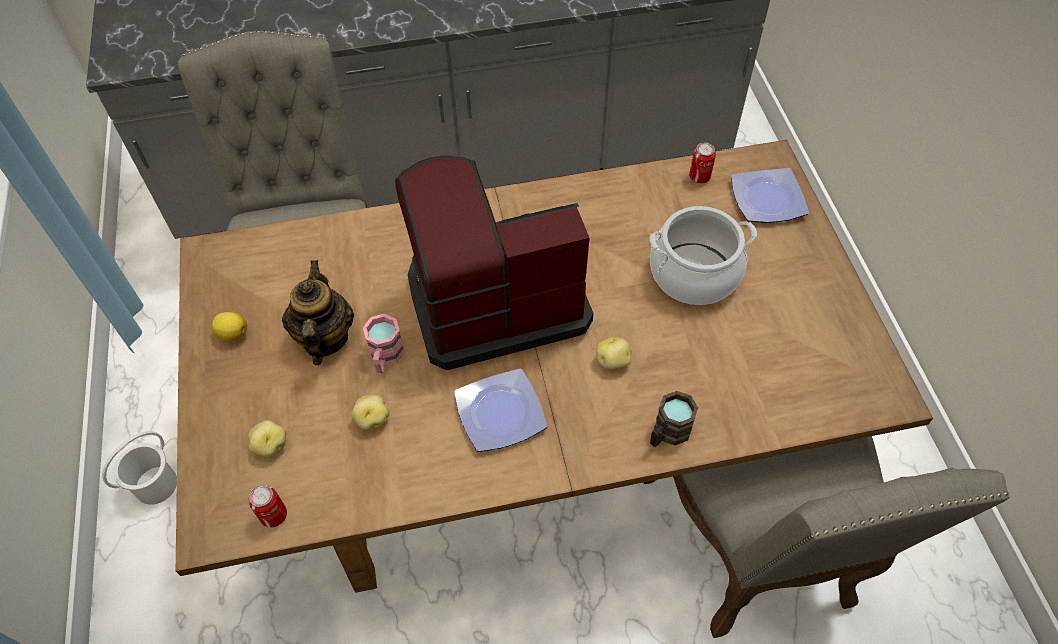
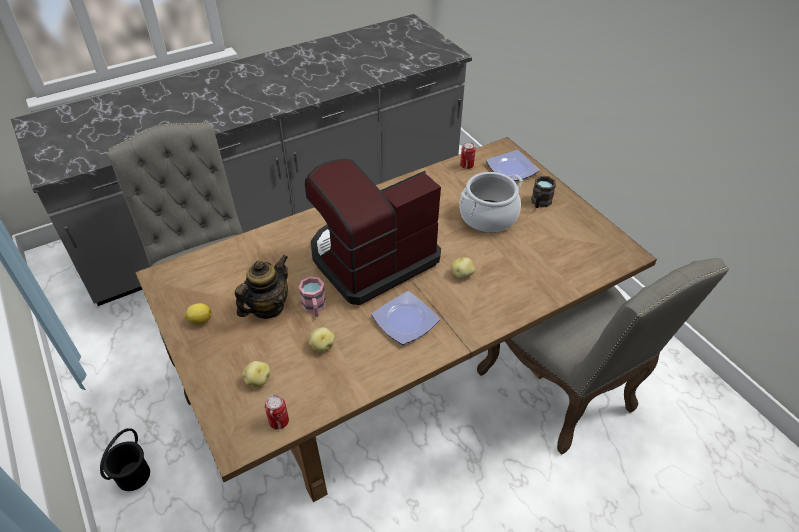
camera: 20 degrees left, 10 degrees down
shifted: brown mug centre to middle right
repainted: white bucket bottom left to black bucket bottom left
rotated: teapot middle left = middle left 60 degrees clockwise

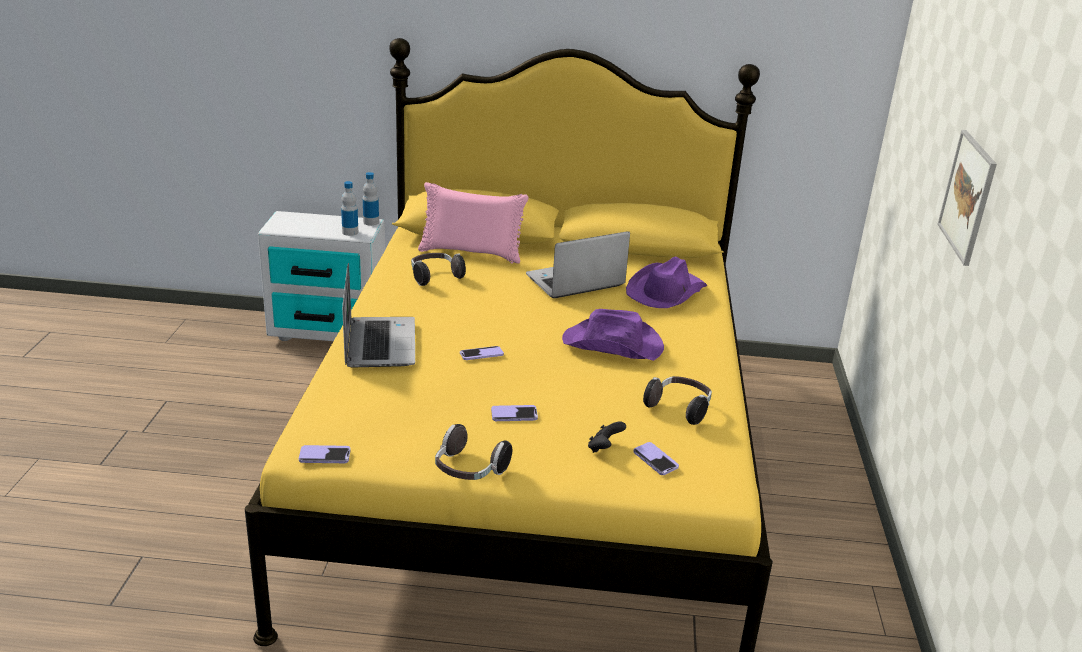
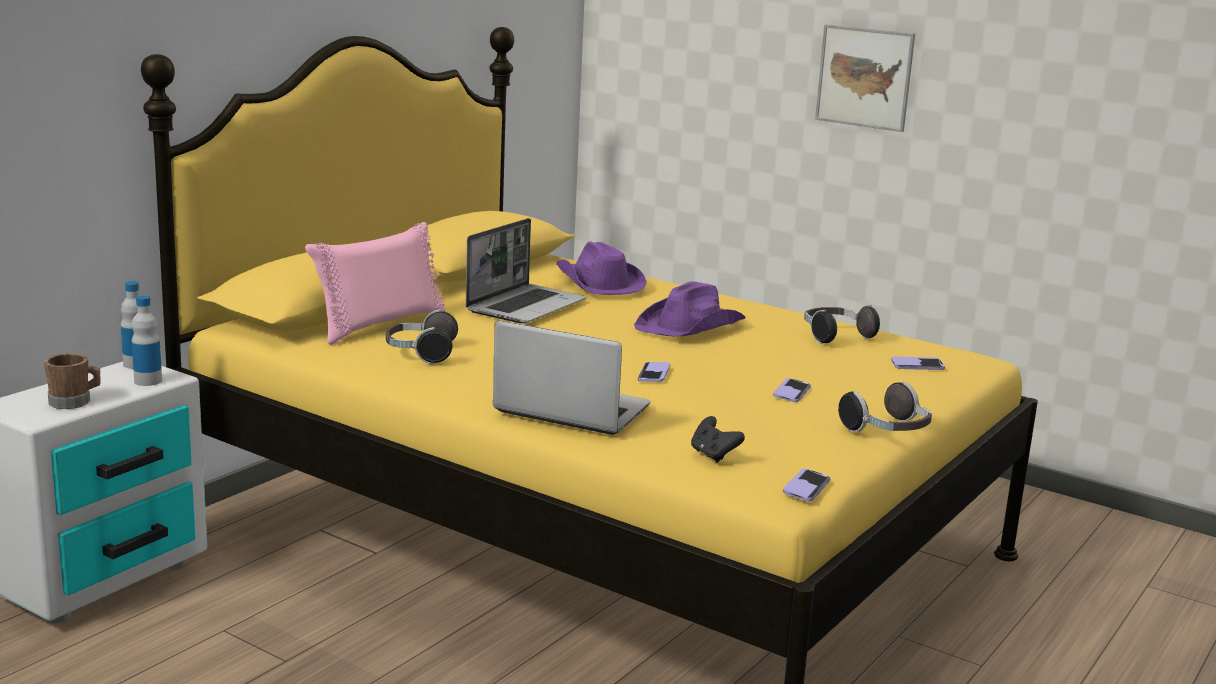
camera: 60 degrees left, 10 degrees down
new: brown mug middle left
shifted: black game controller bottom centre to centre
rotated: laptop (no. 2 from left in the first image) centre = centre 150 degrees counterclockwise

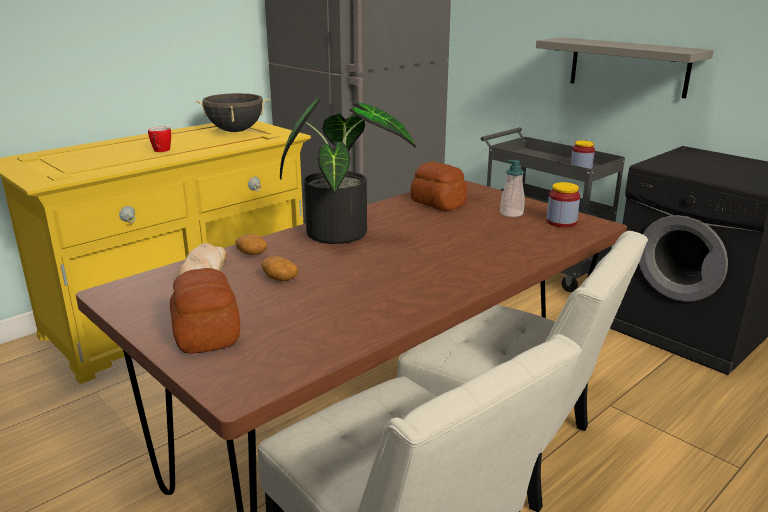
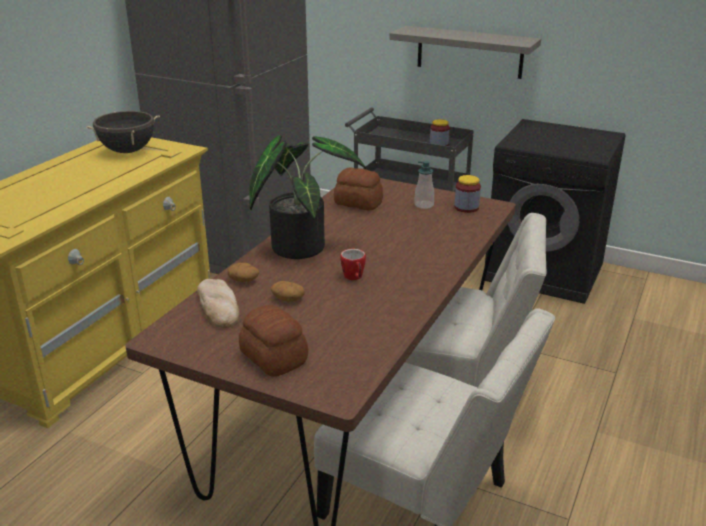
camera: 20 degrees left, 5 degrees up
shifted: mug top left to centre

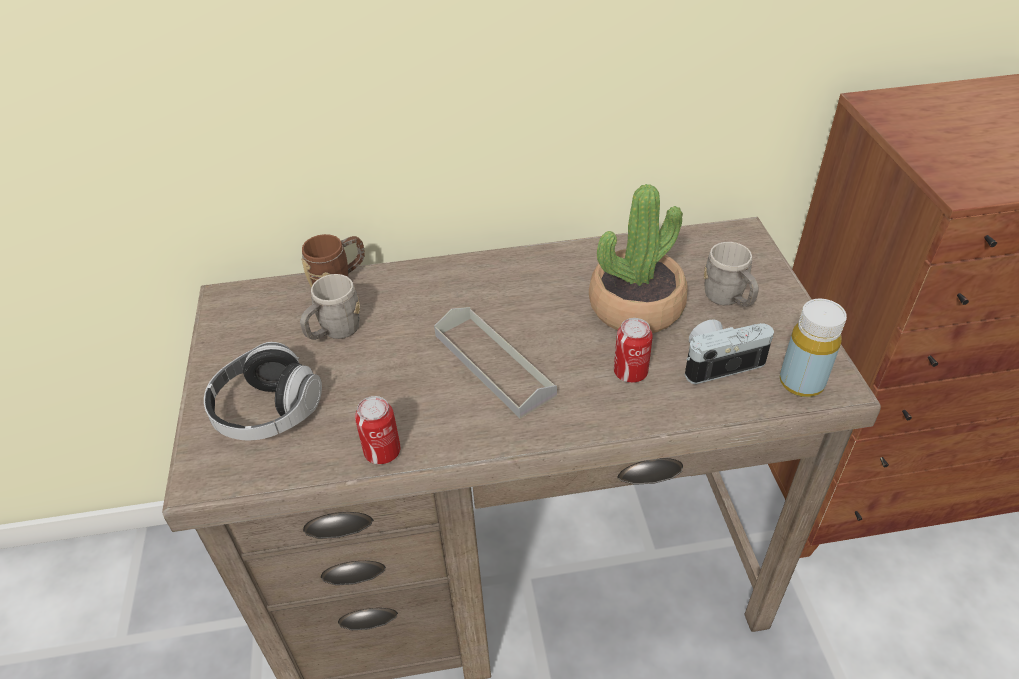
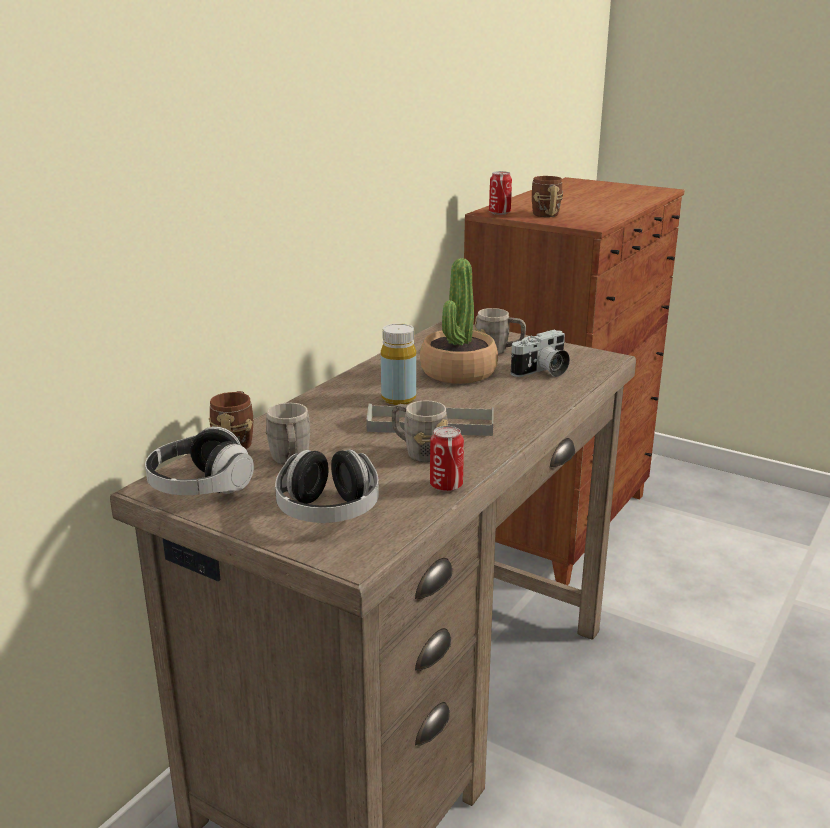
camera: 50 degrees left, 20 degrees down
new: headphones (no. 1 from left) middle left; grey mug (no. 2 from left) centre; brown mug (no. 2 from left) top centre
shifted: can (no. 2 from left) centre to top centre; yellow bottle middle right to centre
rotated: photo camera middle right = centre 150 degrees counterclockwise

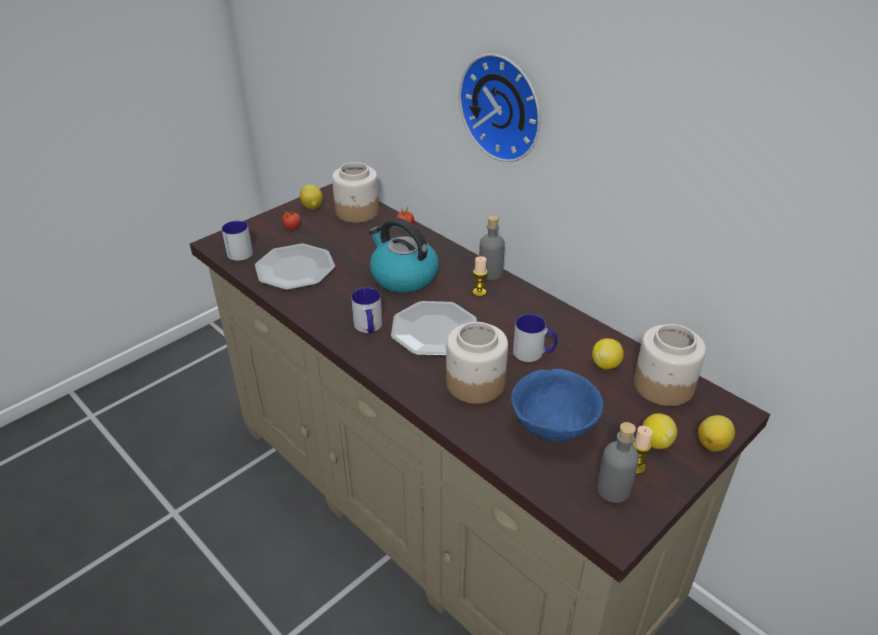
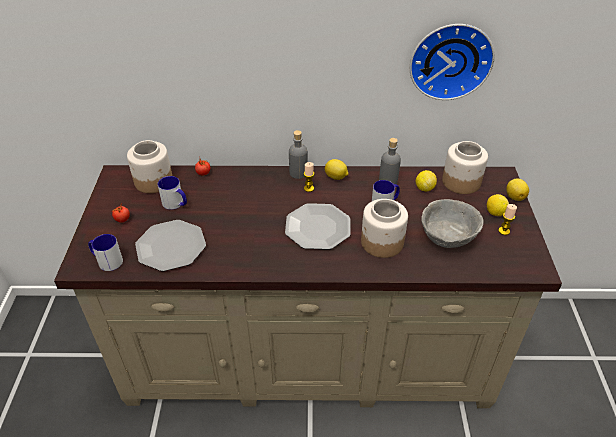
camera: 45 degrees left, 5 degrees up
gone: kettle centre
shifted: lemon (no. 1 from left) top centre to centre; mug (no. 2 from left) centre to middle left; wall clock top centre to top right; grey bottle (no. 2 from left) bottom right to centre
repainted: blue bowl centre to grey bowl middle right

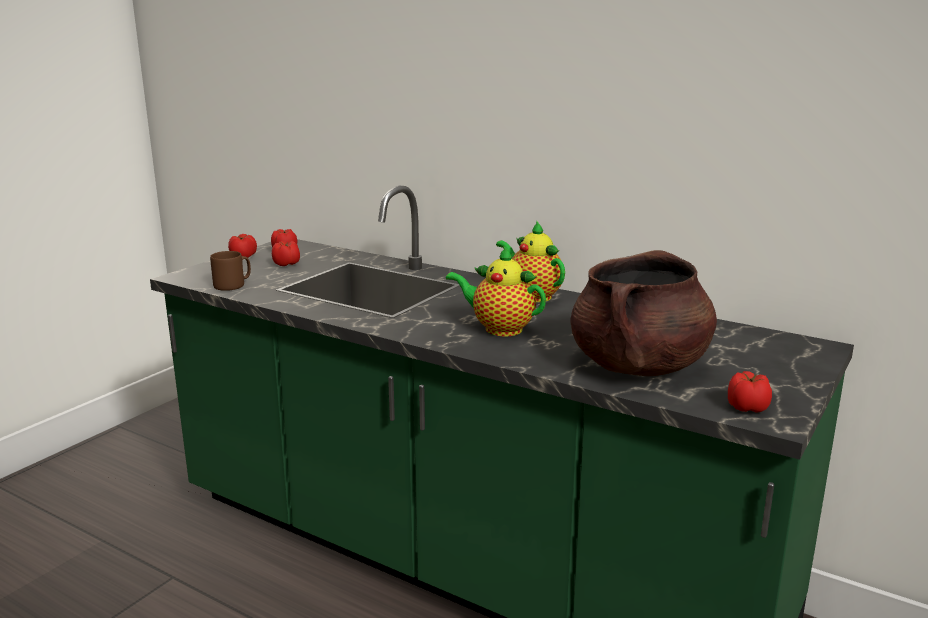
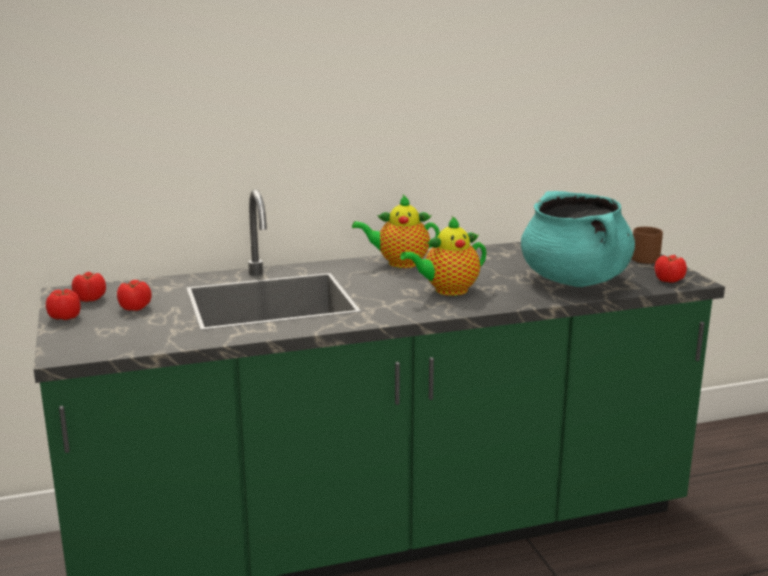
camera: 50 degrees left, 0 degrees up
shifted: brown mug middle left to middle right
repainted: brown cooking pot middle right to turquoise cooking pot middle right

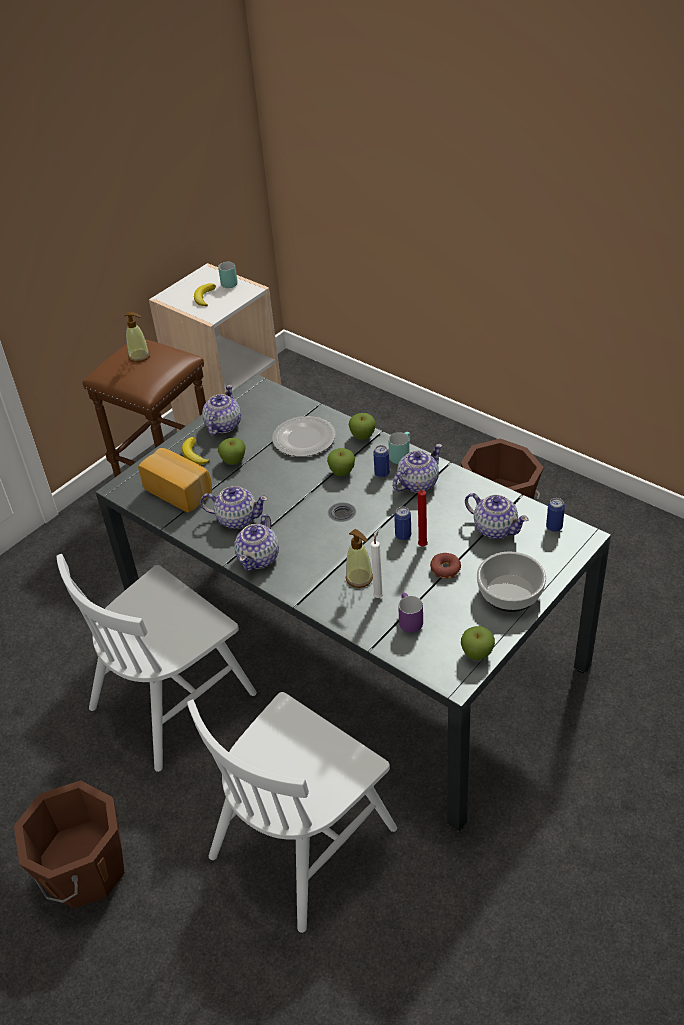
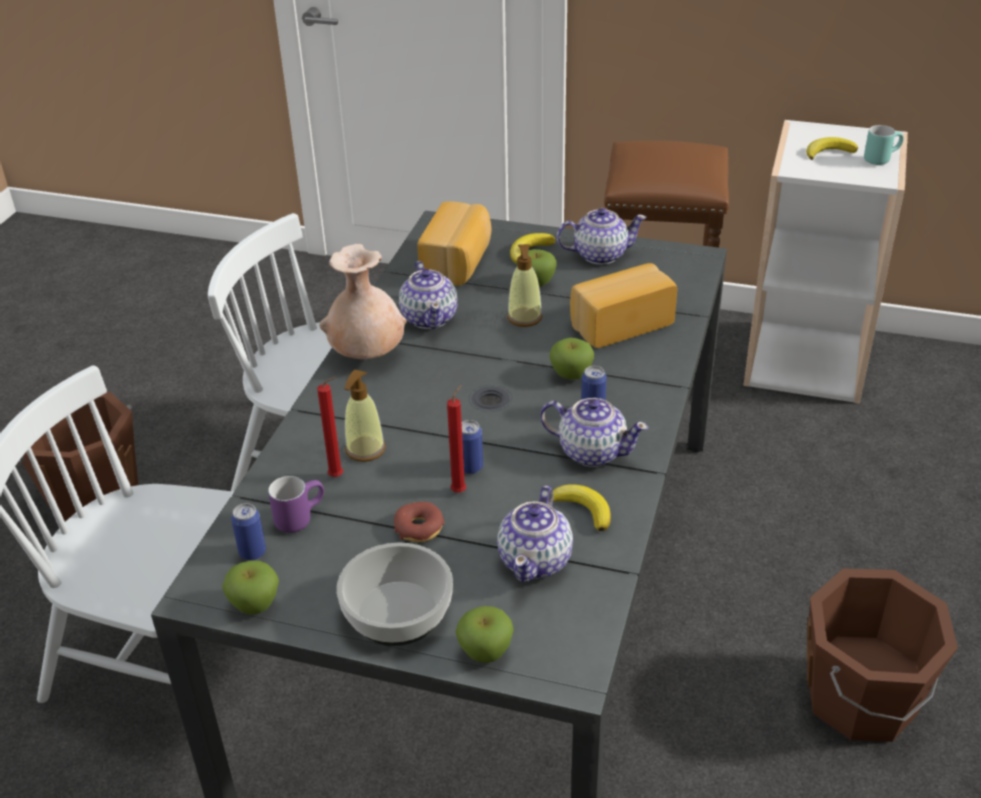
camera: 65 degrees right, 5 degrees down
gone: turquoise mug (no. 2 from left) centre
new: banana (no. 2 from left) centre
shifted: soap dispenser (no. 1 from left in the first image) top left to soap dispenser (no. 2 from left) centre; apple (no. 3 from left in the first image) centre to apple (no. 2 from left) bottom centre; can (no. 3 from left in the first image) middle right to can (no. 1 from left) bottom left
swapped: teapot (no. 3 from left) centre to beige vase centre; plate centre to bread (no. 2 from left) centre
repainted: white candle centre to red candle (no. 1 from left) centre

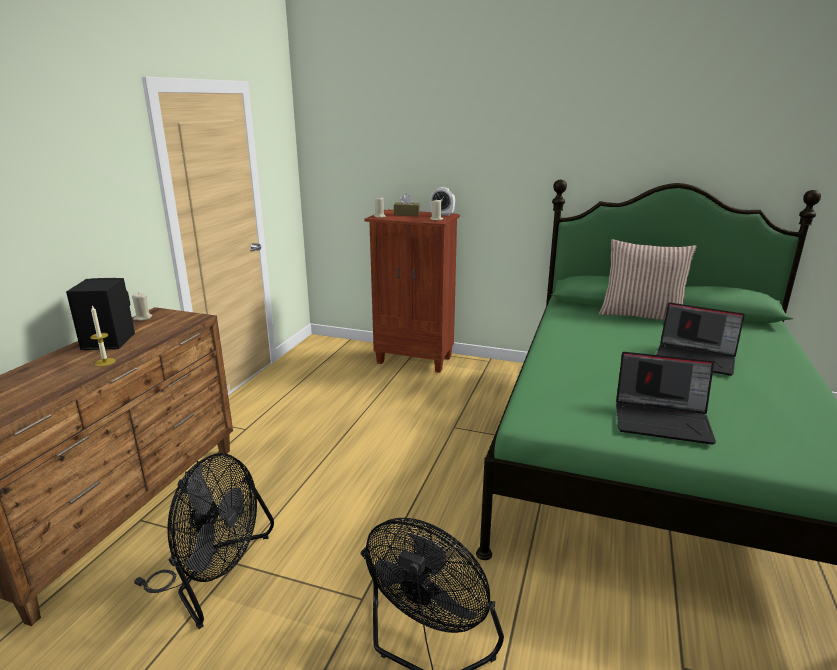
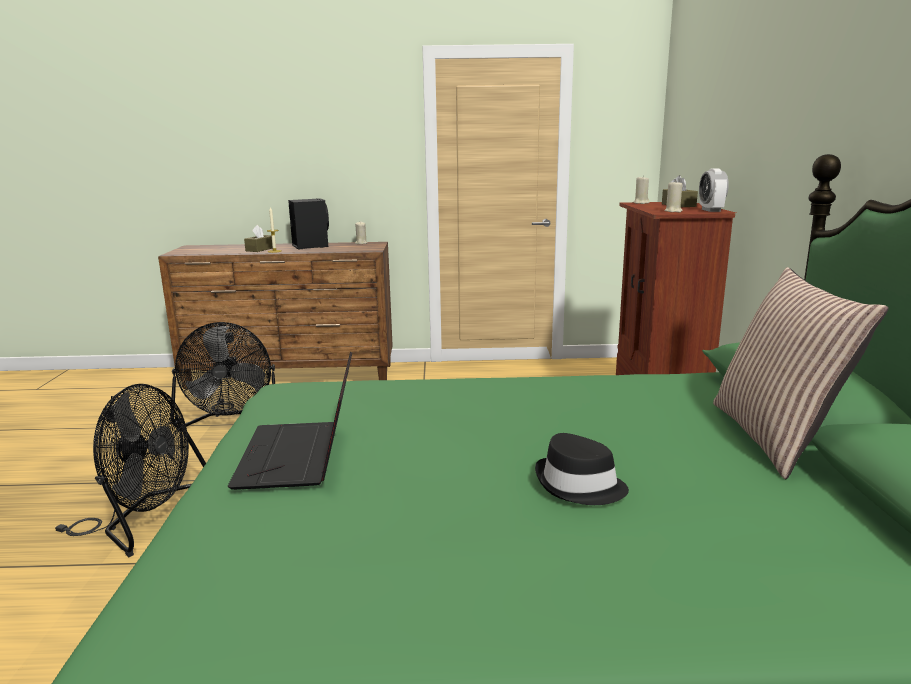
camera: 70 degrees right, 5 degrees down
new: brown tissue box (no. 1 from left) middle left
swapped: laptop (no. 2 from left) middle right to black hat bottom centre

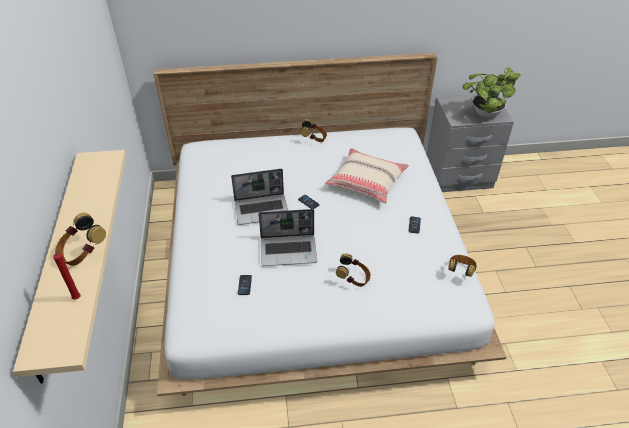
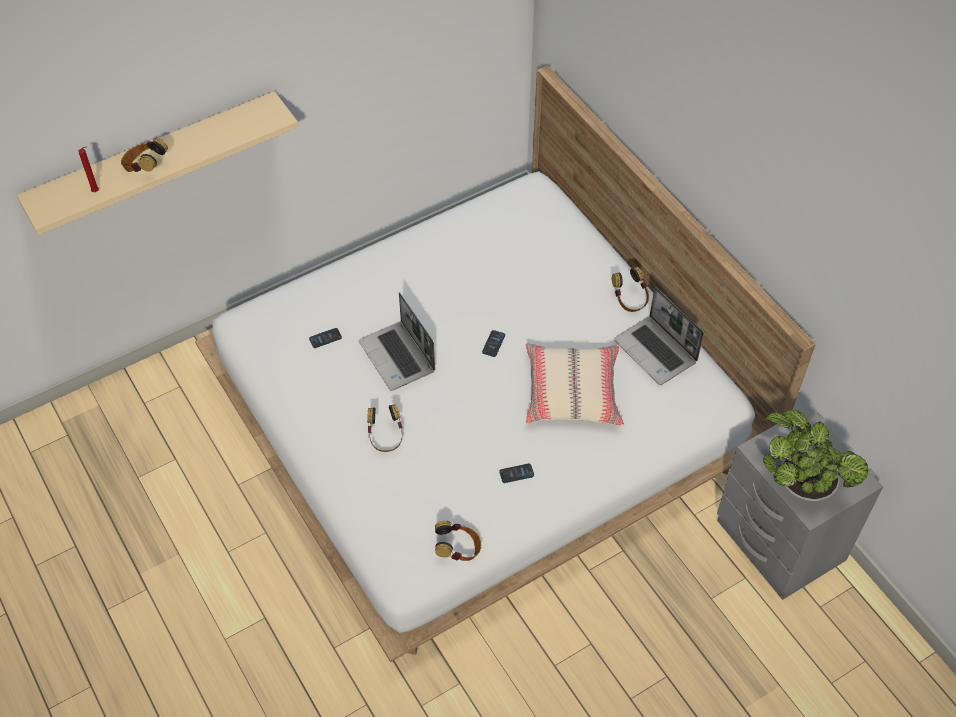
camera: 65 degrees right, 10 degrees up
shifted: laptop (no. 1 from left in the first image) centre to laptop (no. 2 from left) middle right

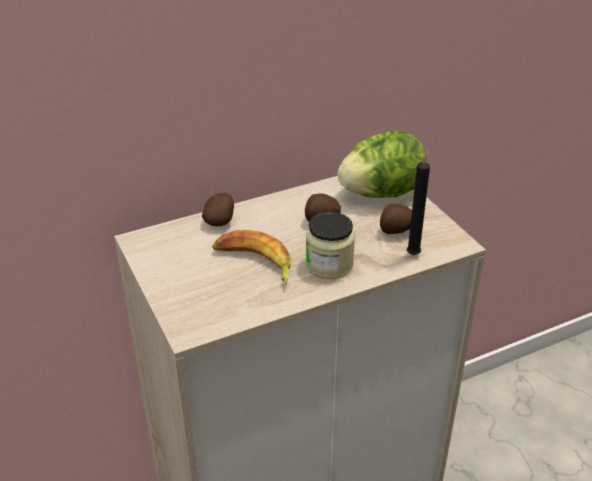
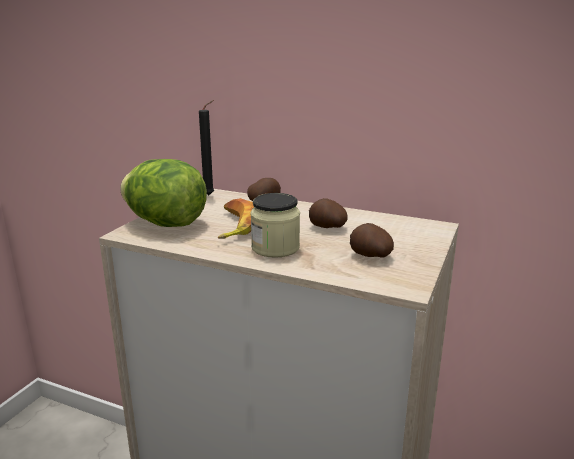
camera: 50 degrees right, 15 degrees down
shifted: lettuce centre to middle left; black candle middle right to top centre

